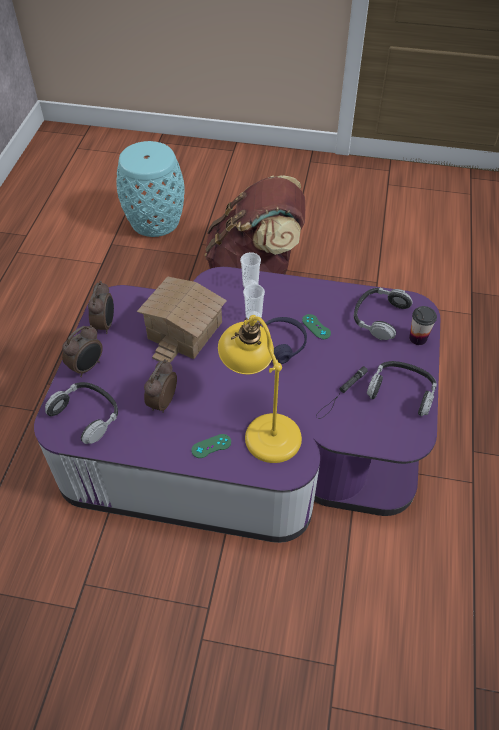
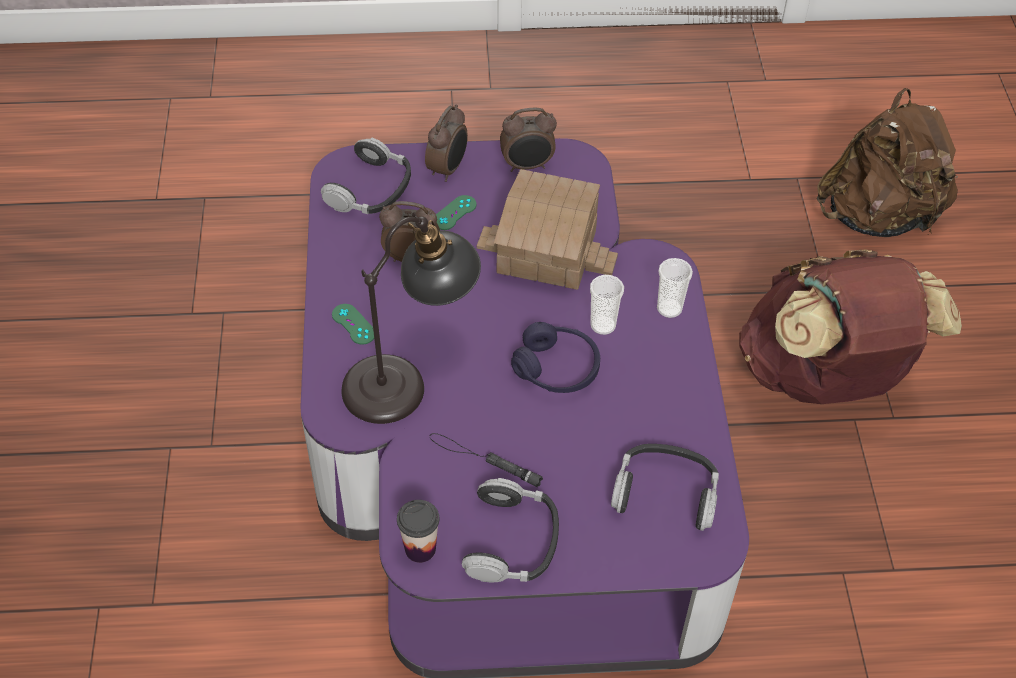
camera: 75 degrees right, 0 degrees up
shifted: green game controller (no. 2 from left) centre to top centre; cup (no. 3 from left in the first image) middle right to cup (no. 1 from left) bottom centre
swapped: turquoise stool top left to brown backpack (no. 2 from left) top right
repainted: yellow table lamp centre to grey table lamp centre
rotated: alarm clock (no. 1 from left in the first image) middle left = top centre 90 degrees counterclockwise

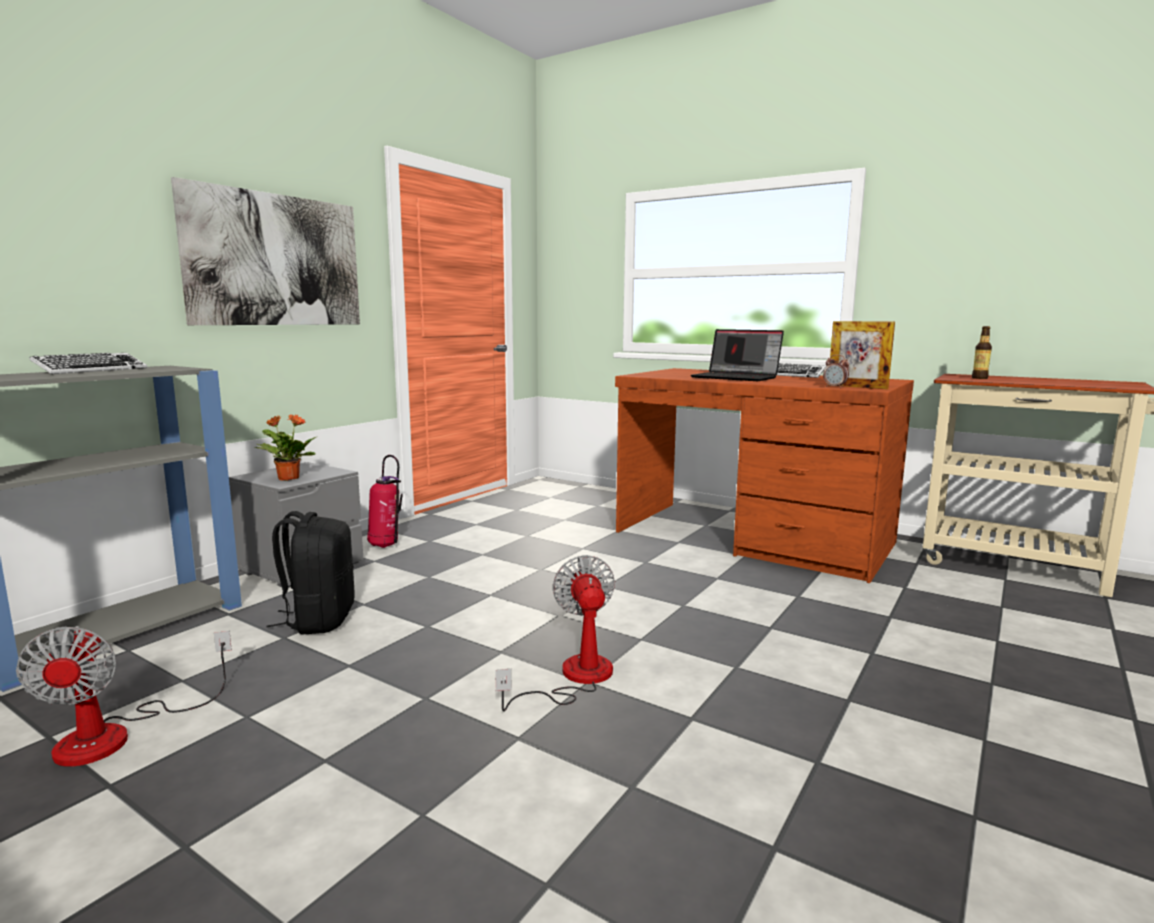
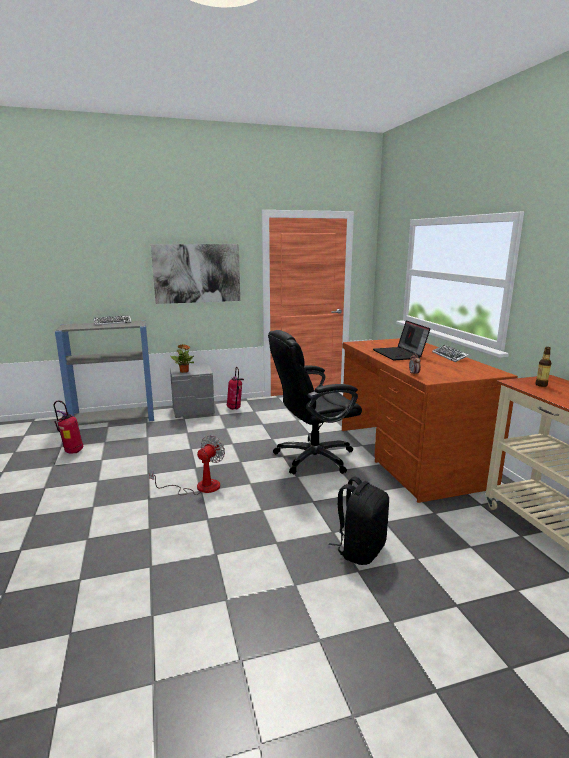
camera: 40 degrees right, 5 degrees up
gone: picture frame middle right
new: black office chair centre
shifted: black backpack middle left to bottom centre
swapped: fan (no. 1 from left) bottom left to fire extinguisher (no. 1 from left) middle left

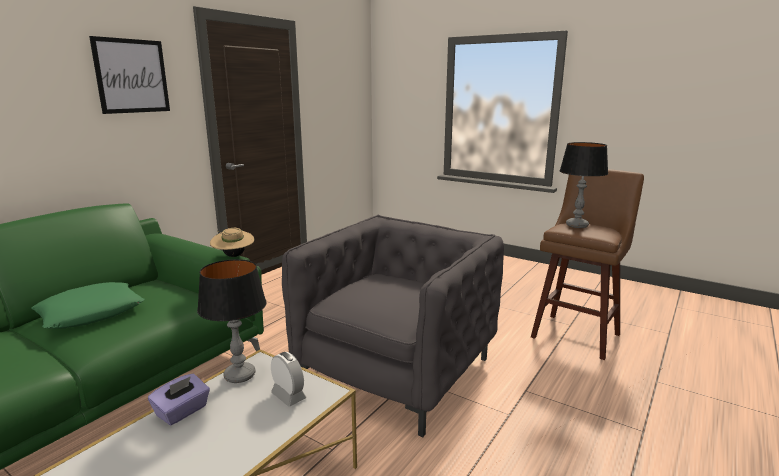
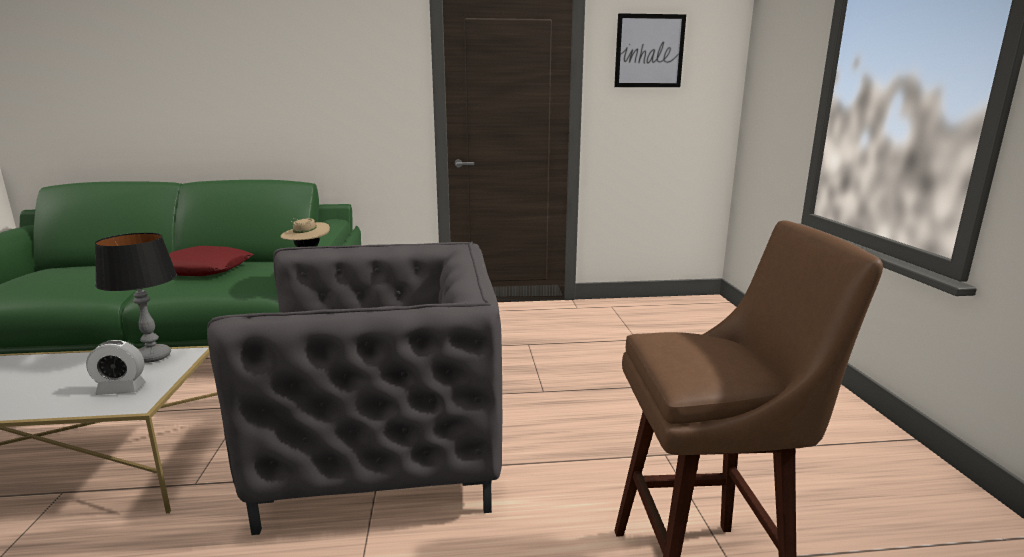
camera: 50 degrees right, 0 degrees up
gone: purple tissue box bottom left; table lamp (no. 2 from left) middle right
shifted: picture top left to top centre
repainted: green pillow middle left to red pillow middle left
rotated: alarm clock bottom centre = middle left 75 degrees clockwise

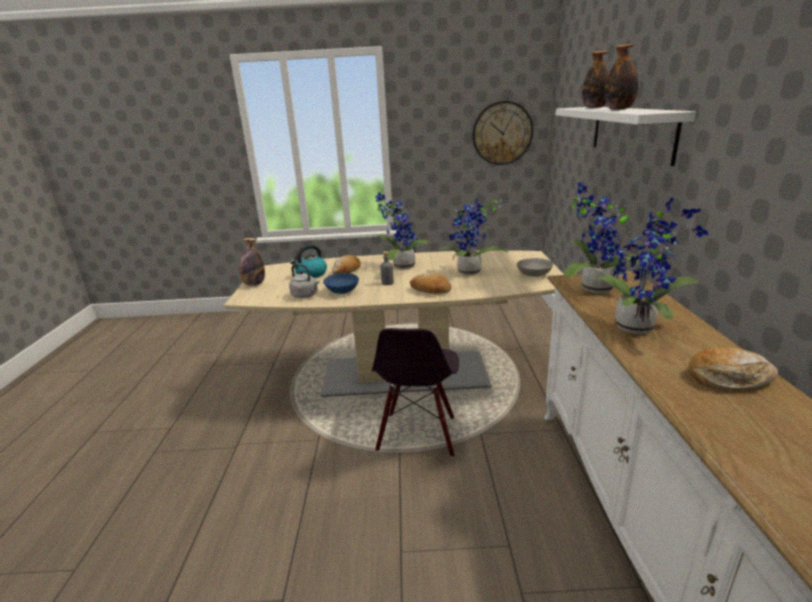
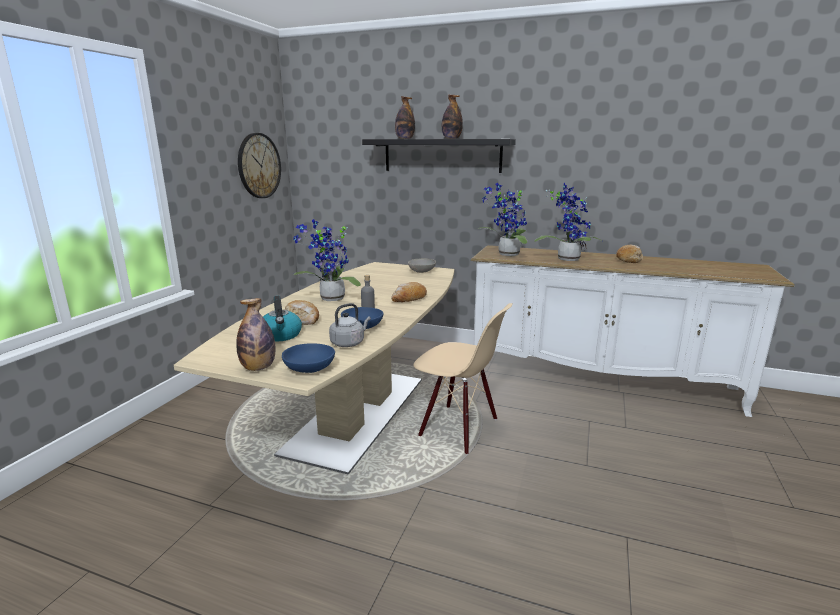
camera: 70 degrees left, 5 degrees down
gone: potted plant (no. 2 from left) centre
new: blue bowl (no. 1 from left) centre
repainted: black chair centre to beige chair centre; white shelf top right to black shelf top centre

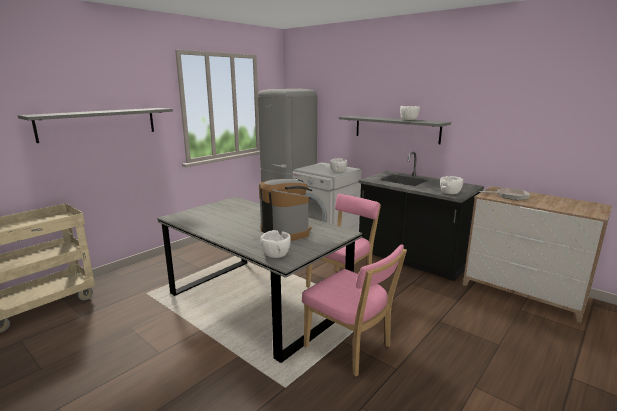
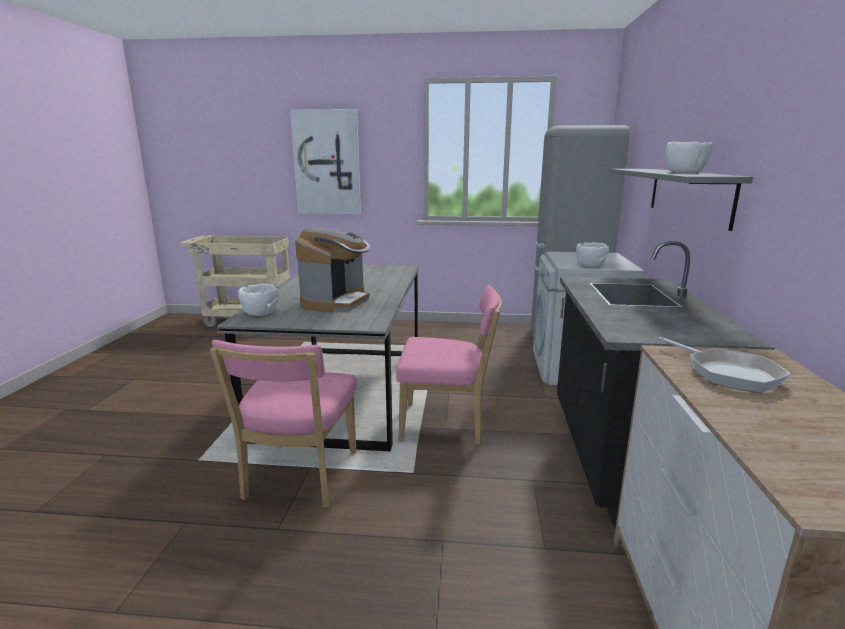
camera: 55 degrees right, 0 degrees up
gone: white bowl (no. 4 from left) middle right
swapped: grey shelf (no. 1 from left) top left to picture top centre

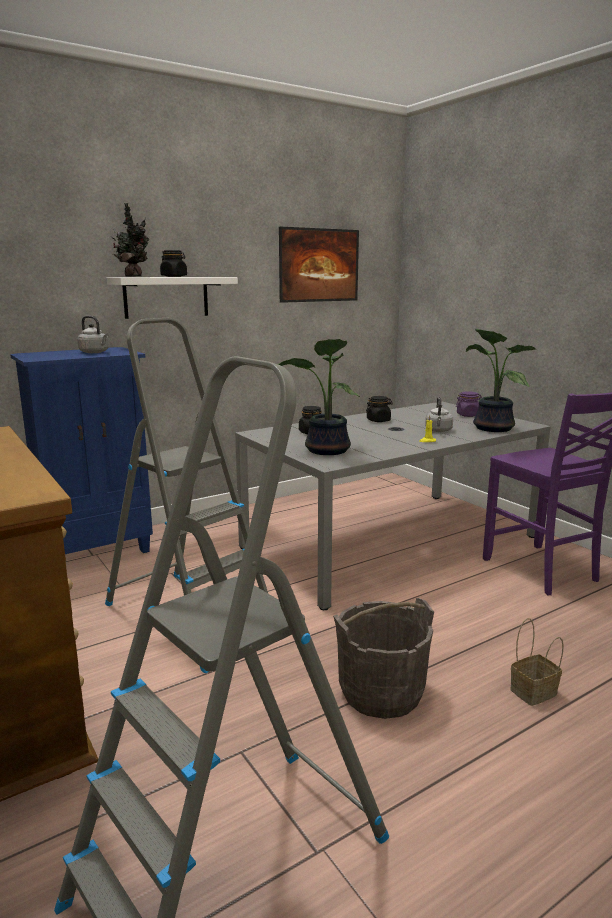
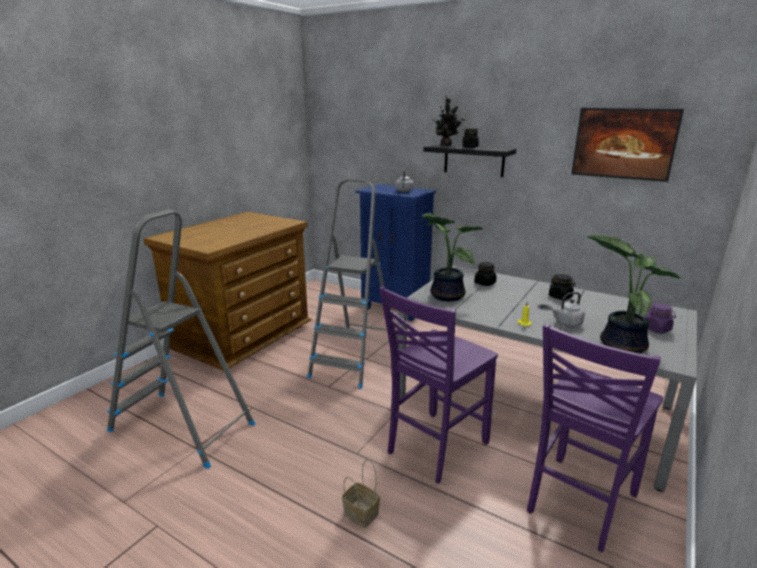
camera: 65 degrees right, 5 degrees up
gone: grey bucket bottom centre
new: purple chair (no. 1 from left) bottom centre
repainted: white shelf top left to black shelf top centre

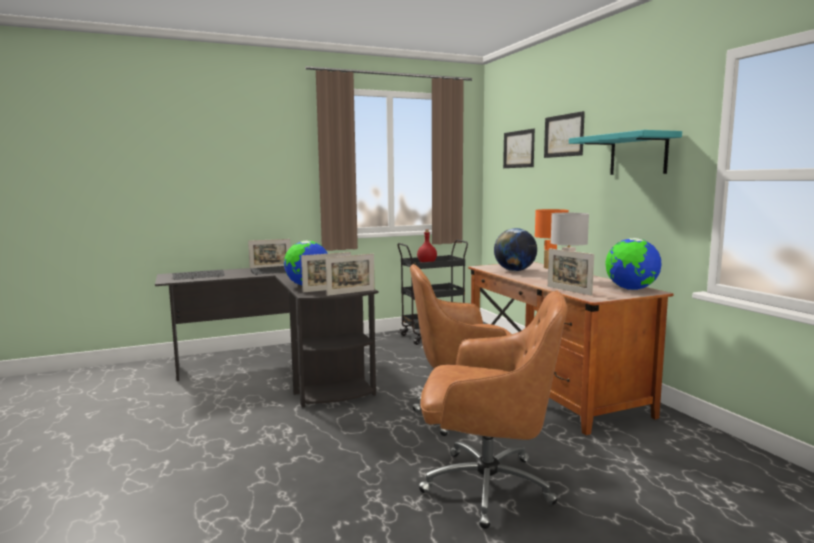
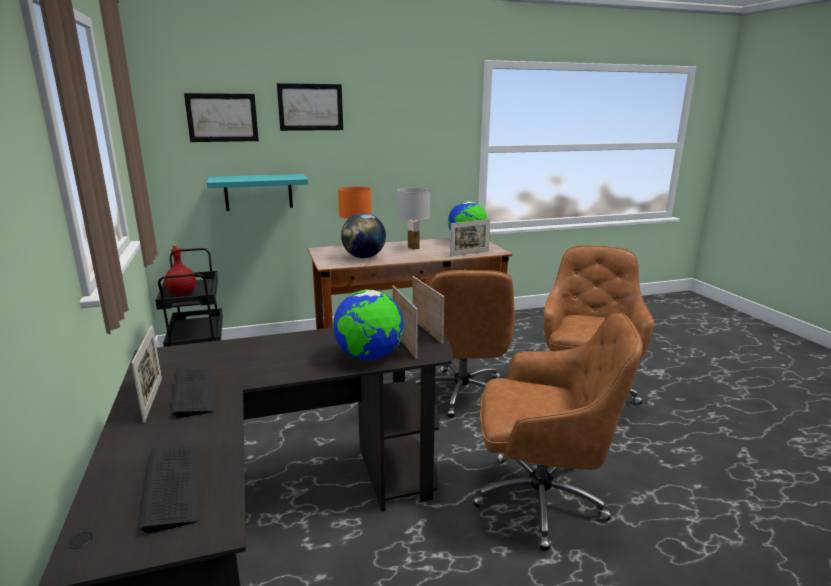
camera: 85 degrees left, 10 degrees up
new: brown office chair (no. 2 from left) bottom right
shifted: turquoise shelf top right to top left

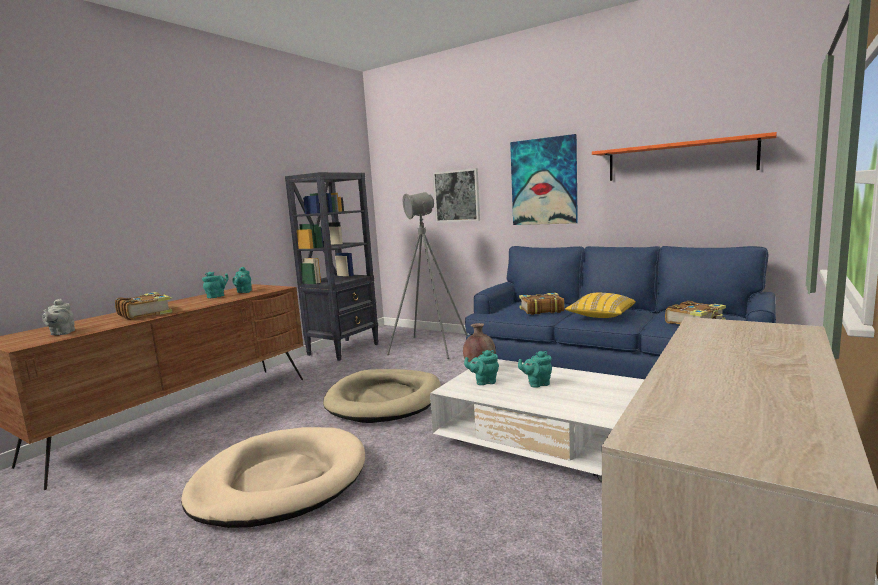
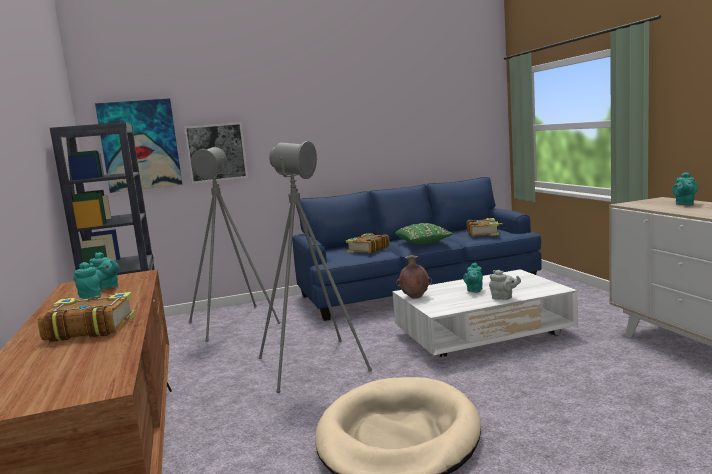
camera: 50 degrees left, 0 degrees up
gone: orange shelf top right
shifted: grey teapot middle left to middle right; turquoise teapot (no. 3 from left in the first image) centre to turquoise teapot (no. 4 from left) middle right; picture (no. 2 from left in the first image) top centre to picture (no. 1 from left) top left
swapped: beige dog bed (no. 2 from left) bottom centre to grey floor lamp (no. 2 from left) centre
repainted: yellow pillow middle right to green pillow centre

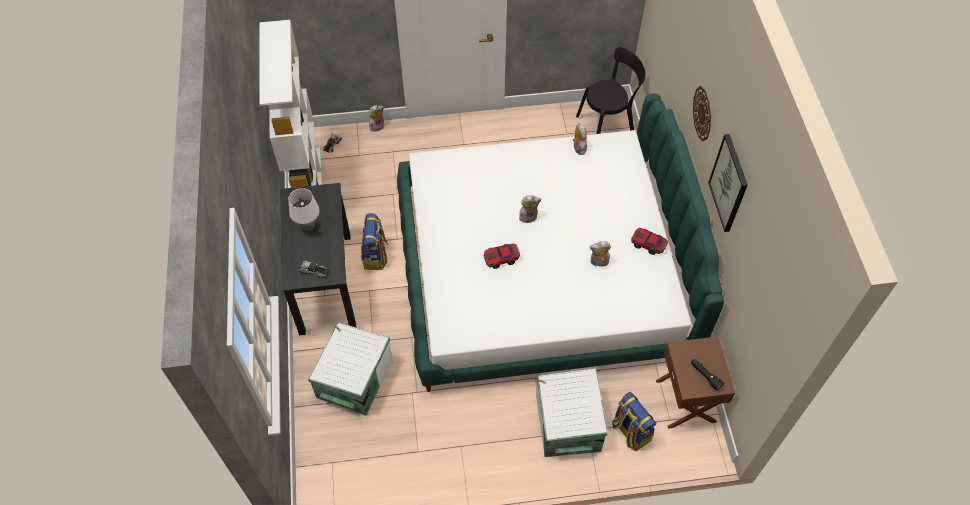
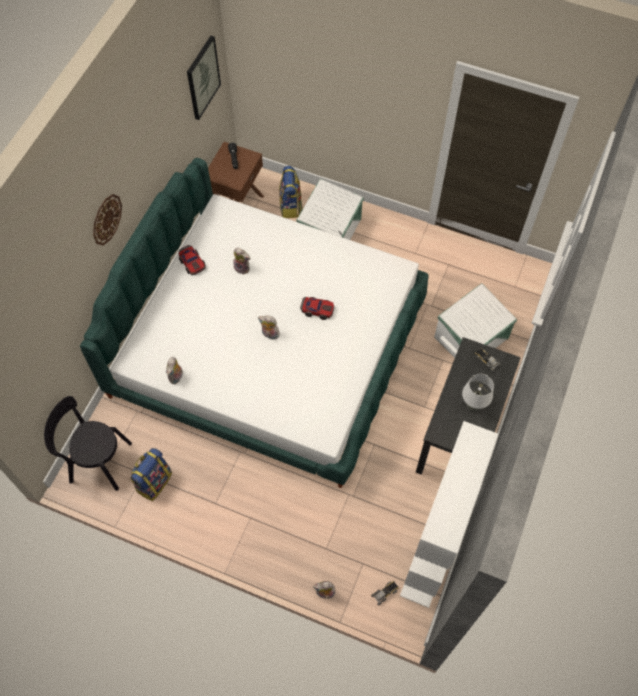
camera: 150 degrees left, 5 degrees up
shifted: backpack (no. 1 from left) centre to bottom left; picture middle right to top left

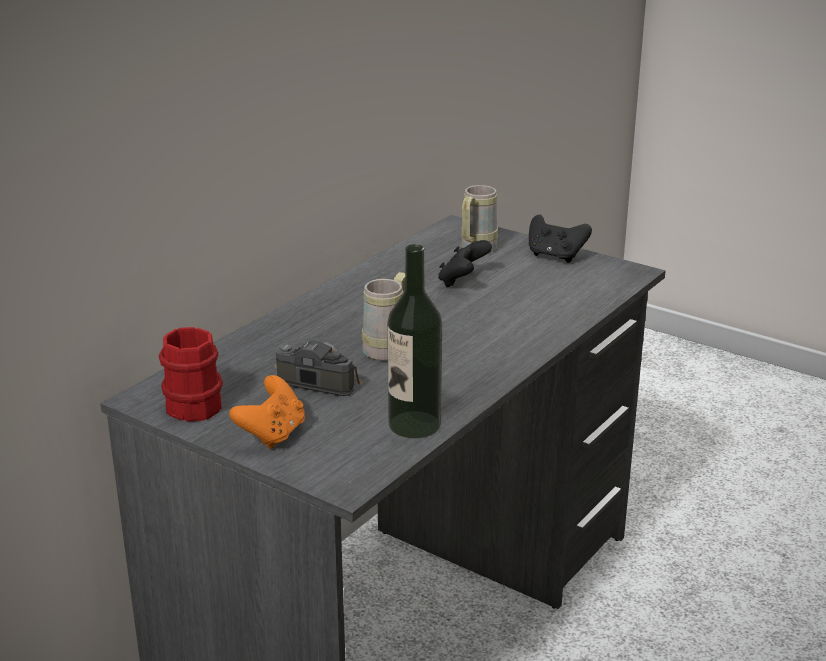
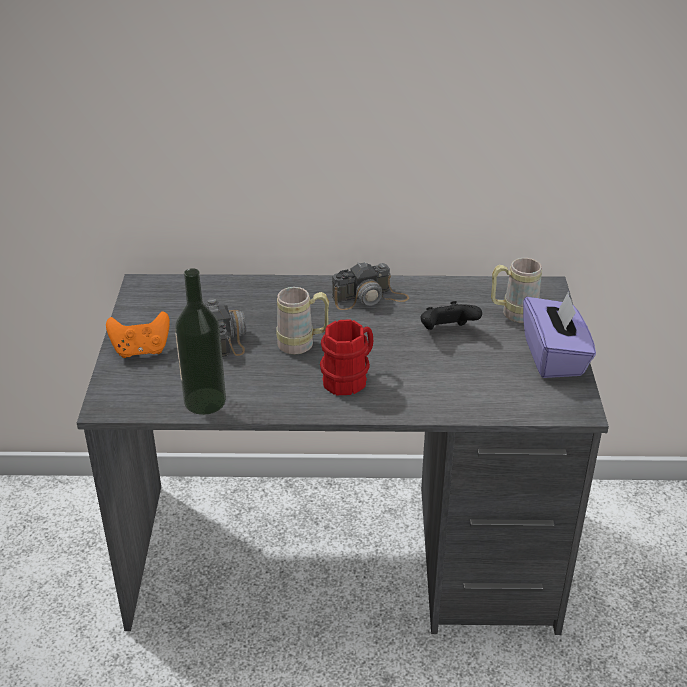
camera: 55 degrees right, 10 degrees up
new: photo camera (no. 2 from left) centre
shifted: red mug middle left to centre
swapped: black game controller (no. 2 from left) middle right to purple tissue box middle right

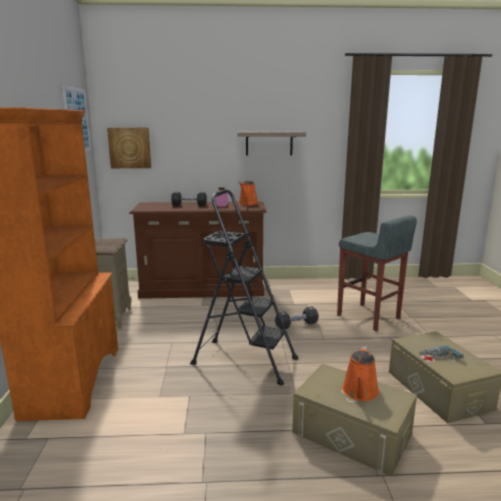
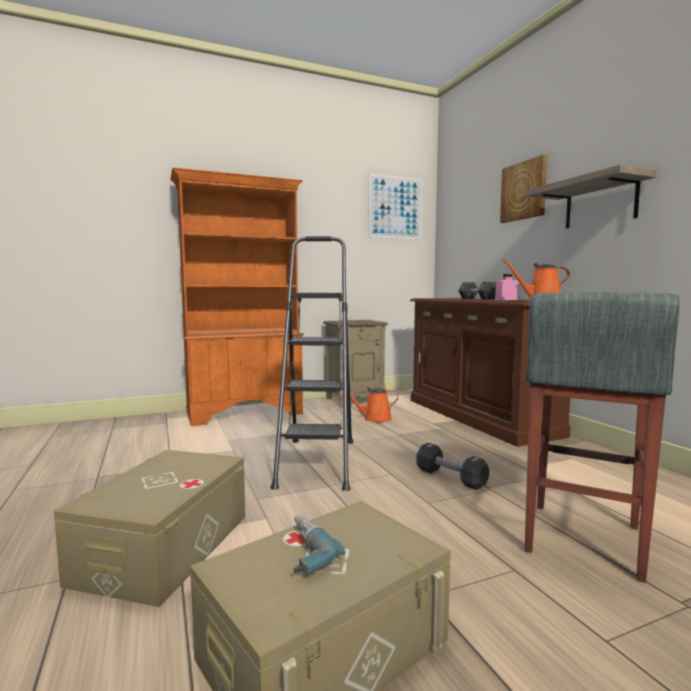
camera: 70 degrees right, 10 degrees down
shifted: picture (no. 2 from left) top left to top right; orange watering can (no. 2 from left in the first image) bottom right to orange watering can (no. 1 from left) centre

